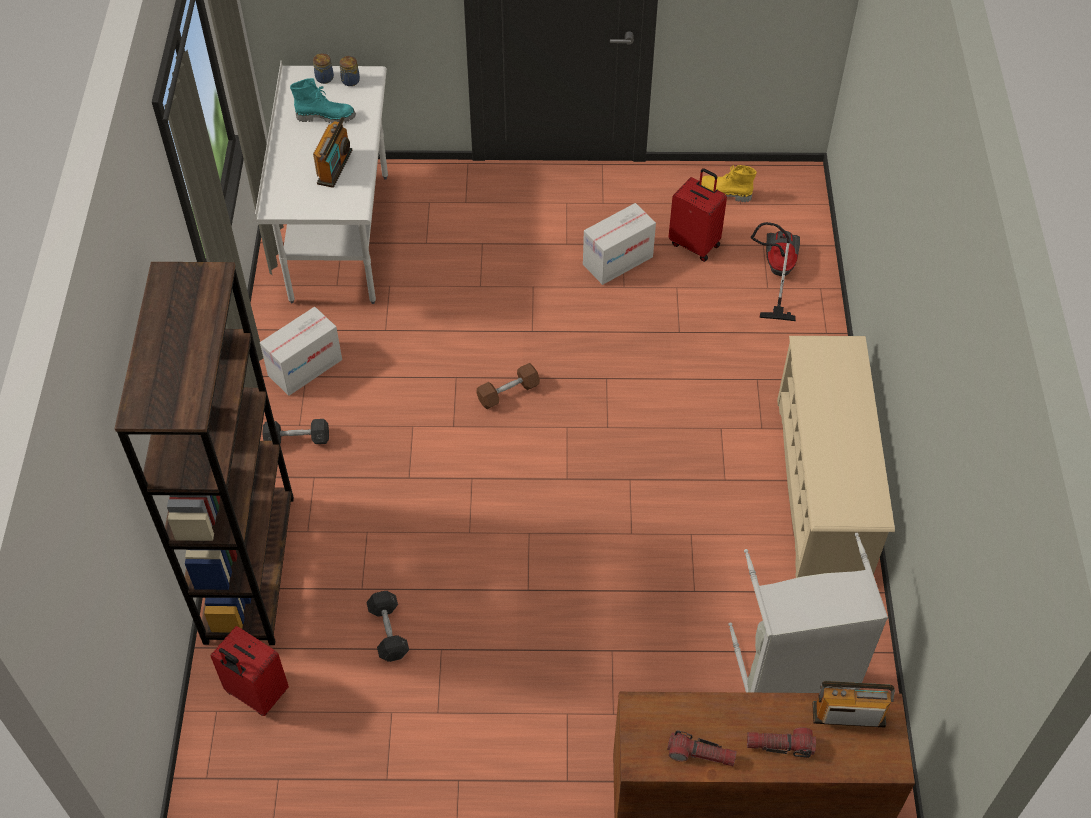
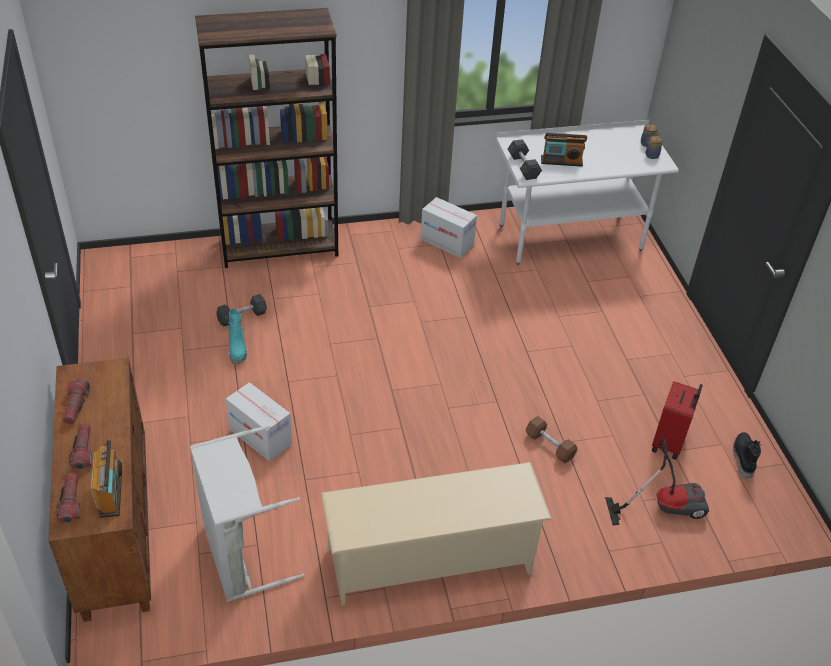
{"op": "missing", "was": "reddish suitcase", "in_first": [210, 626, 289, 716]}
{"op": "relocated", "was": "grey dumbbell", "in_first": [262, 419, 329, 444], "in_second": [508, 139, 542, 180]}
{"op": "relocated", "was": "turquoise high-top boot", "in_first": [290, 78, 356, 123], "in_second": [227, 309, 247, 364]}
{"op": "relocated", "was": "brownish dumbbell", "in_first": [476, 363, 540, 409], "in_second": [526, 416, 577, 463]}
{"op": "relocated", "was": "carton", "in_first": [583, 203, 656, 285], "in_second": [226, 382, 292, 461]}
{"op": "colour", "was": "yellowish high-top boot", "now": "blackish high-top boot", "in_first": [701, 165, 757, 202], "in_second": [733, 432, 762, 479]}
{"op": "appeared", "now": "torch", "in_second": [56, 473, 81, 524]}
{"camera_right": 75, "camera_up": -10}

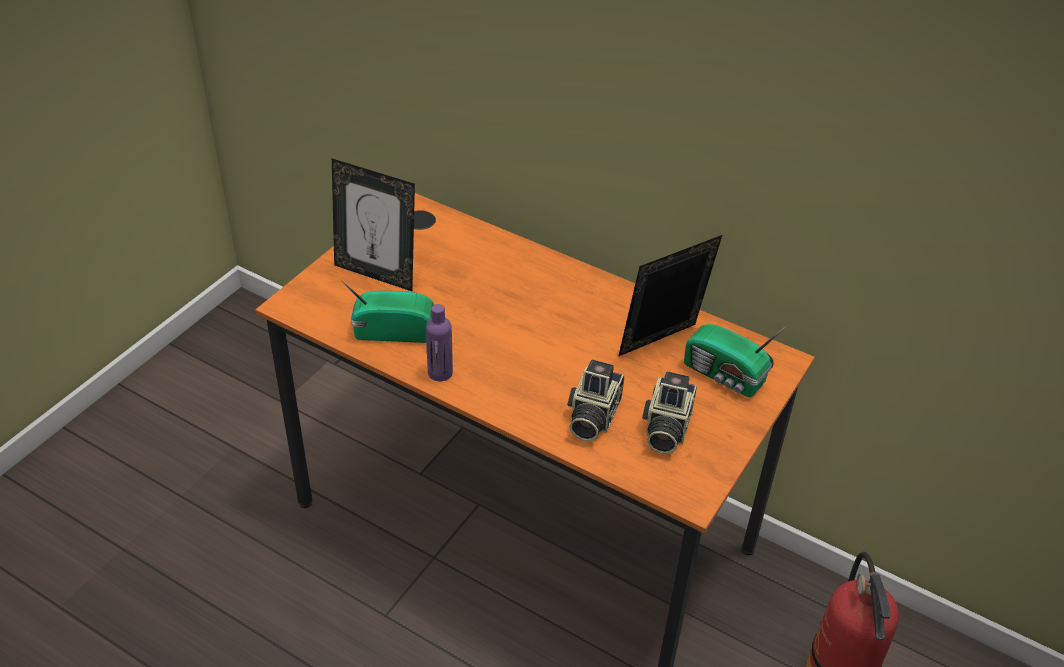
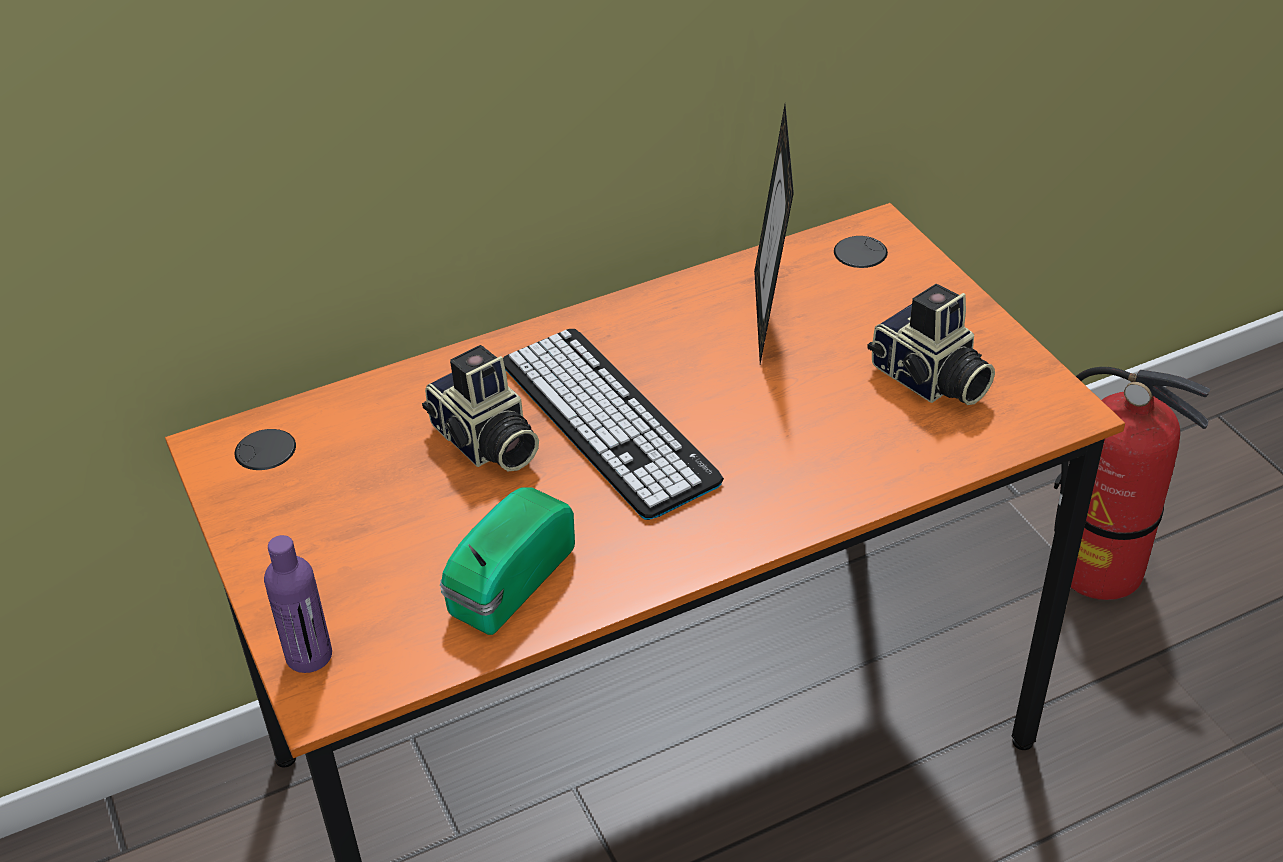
{"op": "missing", "was": "photo frame", "in_first": [332, 159, 415, 291]}
{"op": "relocated", "was": "purplish beverage bottle", "in_first": [426, 304, 453, 381], "in_second": [264, 535, 332, 673]}
{"op": "relocated", "was": "photo camera", "in_first": [567, 359, 625, 441], "in_second": [422, 345, 539, 471]}
{"op": "missing", "was": "radio receiver", "in_first": [684, 324, 787, 397]}
{"op": "appeared", "now": "computer keyboard", "in_second": [503, 329, 724, 520]}
{"camera_right": -55, "camera_up": 0}

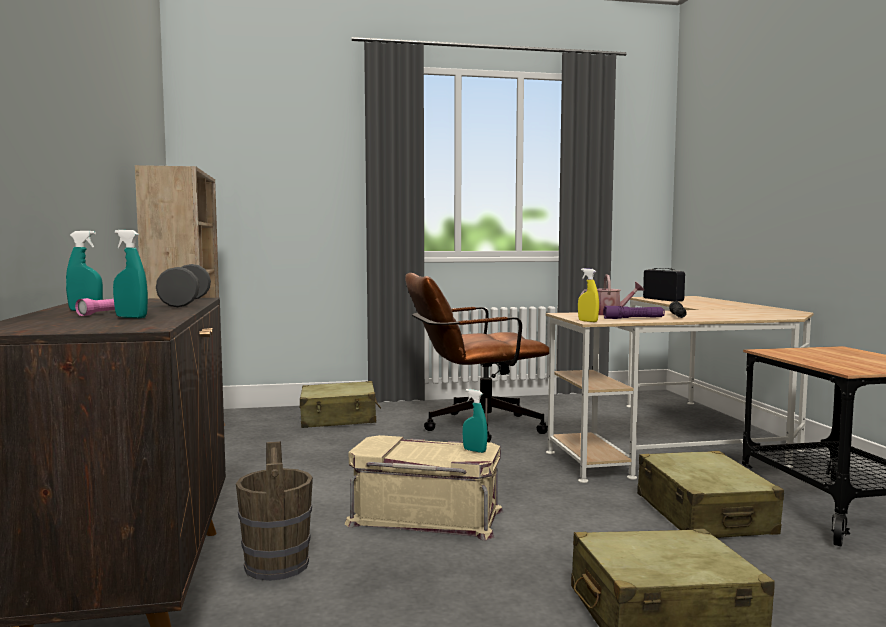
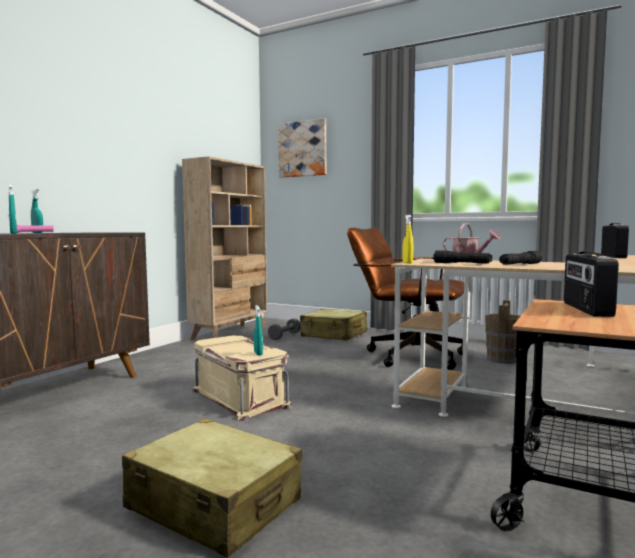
{"op": "relocated", "was": "grey dumbbell", "in_first": [156, 264, 211, 307], "in_second": [268, 318, 301, 340]}
{"op": "relocated", "was": "brownish water bucket", "in_first": [236, 441, 313, 581], "in_second": [485, 300, 520, 364]}
{"op": "colour", "was": "purplish torch", "now": "blackish torch", "in_first": [603, 306, 665, 319], "in_second": [433, 250, 492, 264]}
{"op": "missing", "was": "beige suitcase", "in_first": [637, 451, 784, 538]}
{"op": "appeared", "now": "wall picture", "in_second": [278, 118, 326, 178]}
{"op": "appeared", "now": "radio receiver", "in_second": [564, 252, 619, 317]}
{"camera_right": 40, "camera_up": 0}

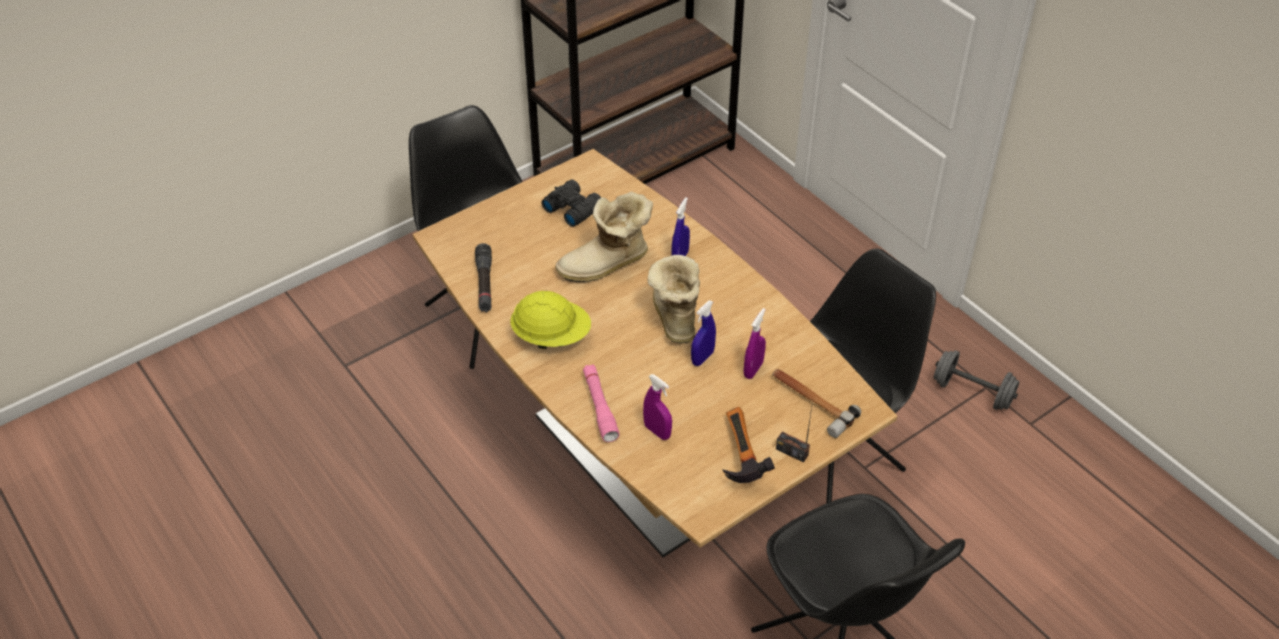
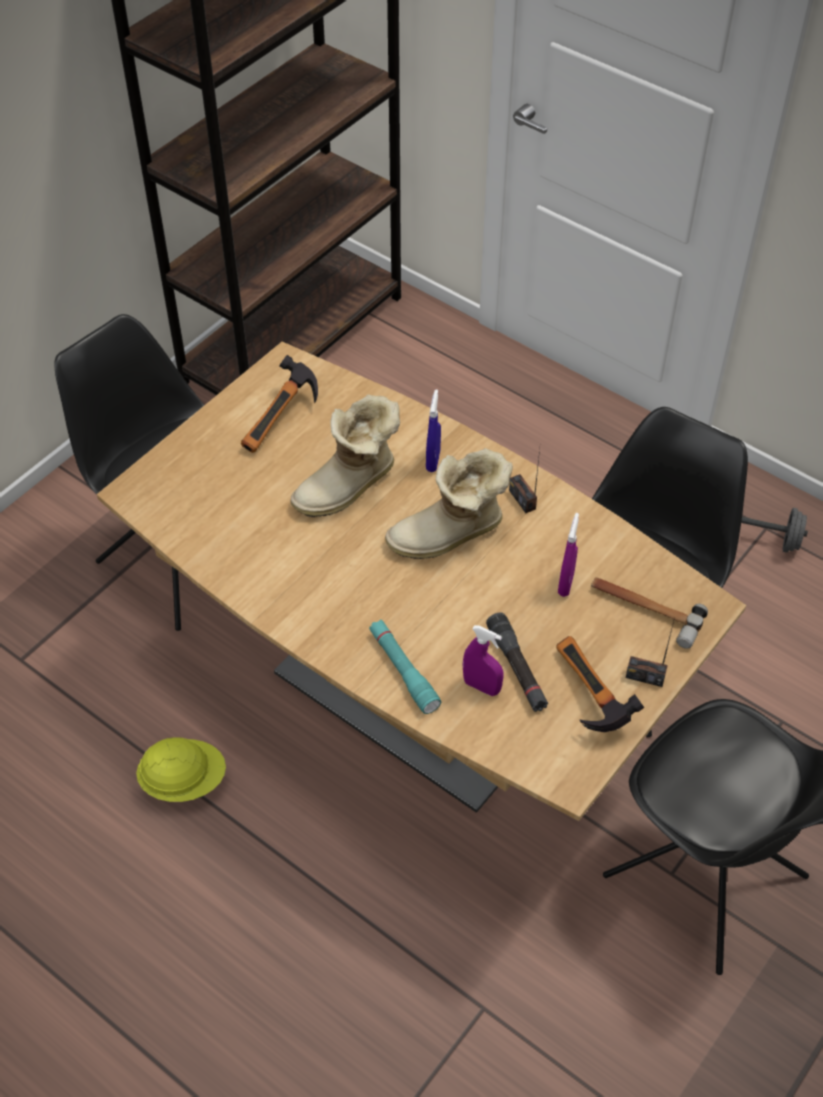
{"op": "relocated", "was": "blackish torch", "in_first": [475, 243, 492, 312], "in_second": [486, 613, 548, 712]}
{"op": "relocated", "was": "yellowish safety helmet", "in_first": [510, 291, 591, 349], "in_second": [136, 737, 226, 802]}
{"op": "exchanged", "was": "blackish binoculars", "now": "tool hammer", "in_first": [541, 179, 601, 227], "in_second": [241, 355, 318, 453]}
{"op": "colour", "was": "pink-coloured torch", "now": "turquoise torch", "in_first": [583, 364, 620, 442], "in_second": [369, 620, 441, 714]}
{"op": "spun", "was": "high-top boot", "in_first": [648, 255, 700, 344], "in_second": [385, 448, 513, 559], "clockwise": -90}
{"op": "missing", "was": "blue-coloured spray bottle", "in_first": [691, 300, 716, 366]}
{"op": "appeared", "now": "radio receiver", "in_second": [509, 449, 540, 513]}
{"camera_right": -15, "camera_up": 5}

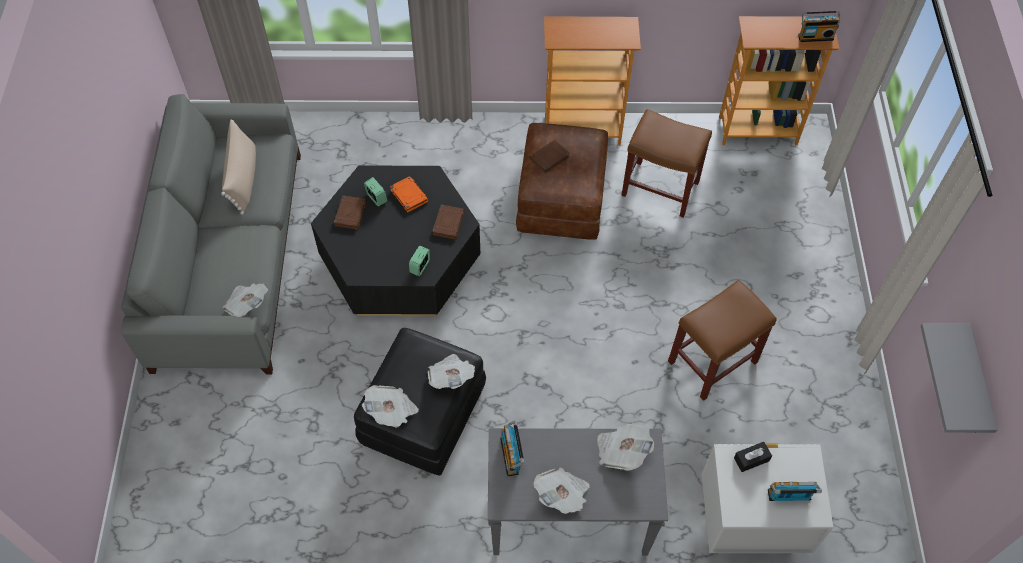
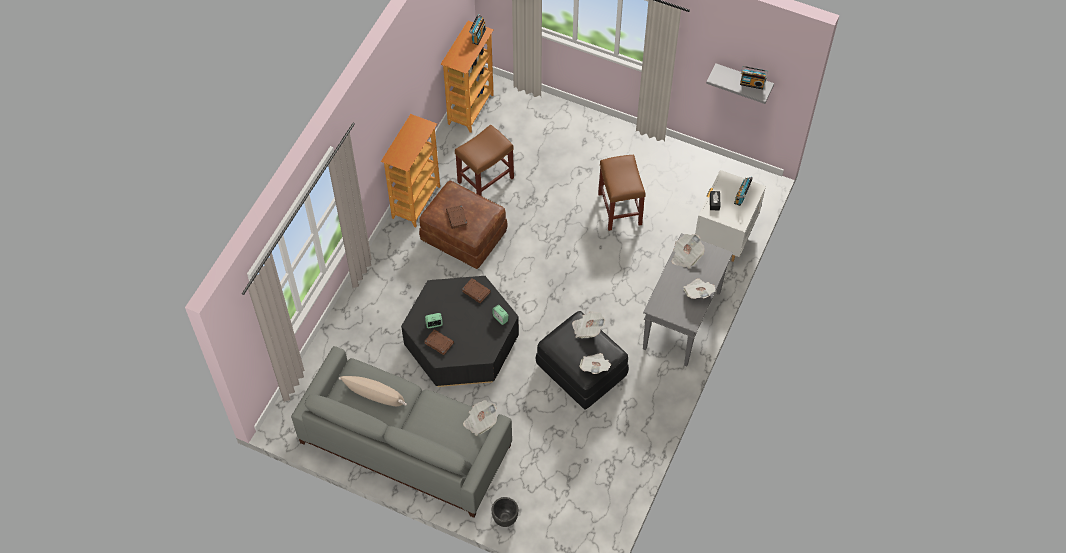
{"op": "missing", "was": "orange-coloured volume", "in_first": [390, 176, 428, 212]}
{"op": "relocated", "was": "radio receiver", "in_first": [500, 421, 524, 477], "in_second": [740, 66, 768, 89]}
{"op": "appeared", "now": "blackish plant pot", "in_second": [492, 497, 518, 527]}
{"camera_right": -65, "camera_up": 0}

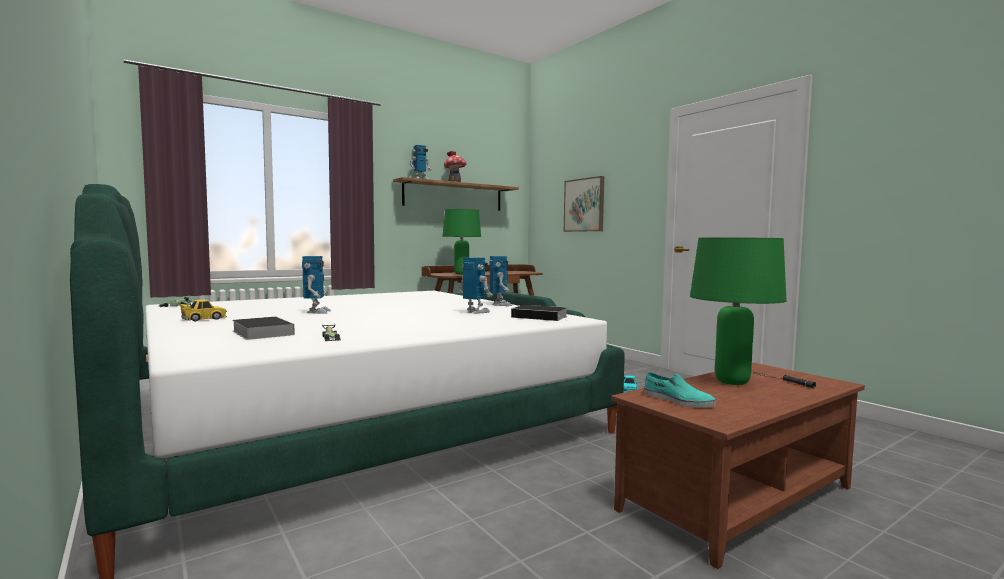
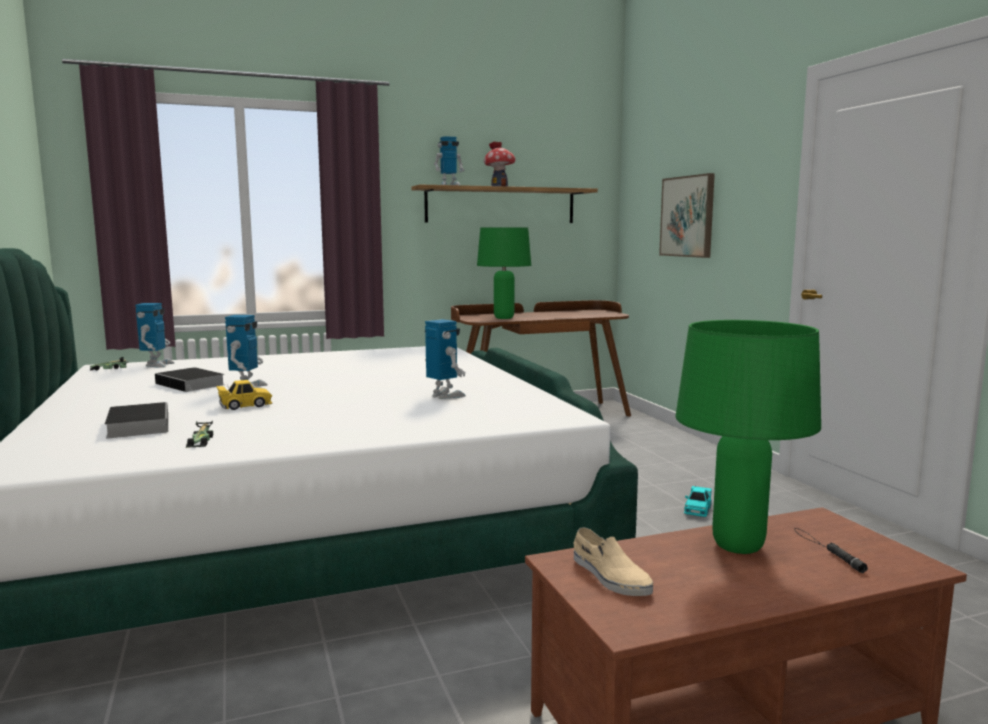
{"op": "relocated", "was": "yellowish toy car", "in_first": [179, 299, 227, 321], "in_second": [216, 380, 272, 410]}
{"op": "relocated", "was": "model robot", "in_first": [489, 256, 512, 306], "in_second": [135, 303, 175, 368]}
{"op": "relocated", "was": "volume", "in_first": [511, 305, 568, 321], "in_second": [155, 367, 225, 392]}
{"op": "colour", "was": "turquoise item of footwear", "now": "beige item of footwear", "in_first": [645, 372, 716, 408], "in_second": [574, 527, 653, 596]}
{"camera_right": 15, "camera_up": 5}

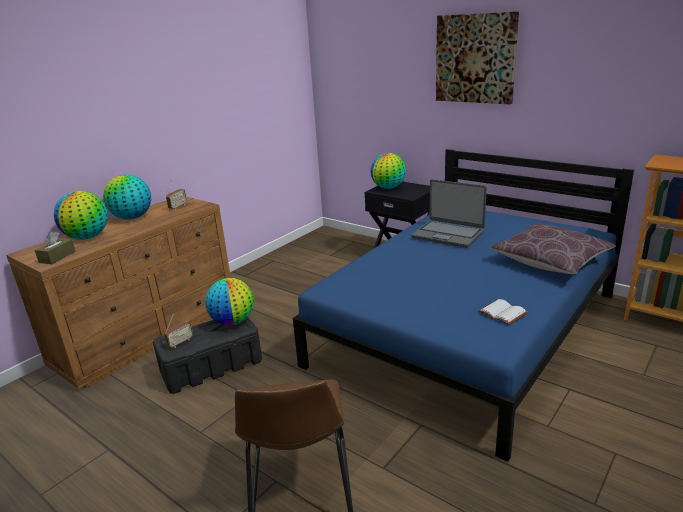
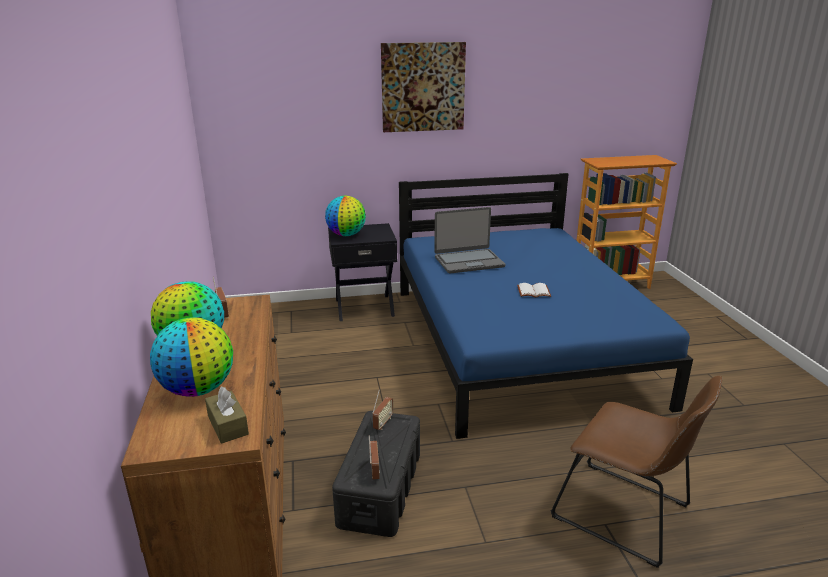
{"op": "exchanged", "was": "world globe", "now": "radio receiver", "in_first": [205, 278, 253, 326], "in_second": [372, 389, 393, 430]}
{"op": "relocated", "was": "white volume", "in_first": [478, 299, 528, 325], "in_second": [517, 283, 551, 298]}
{"op": "missing", "was": "brownish cushion", "in_first": [490, 223, 616, 274]}
{"camera_right": -50, "camera_up": 0}

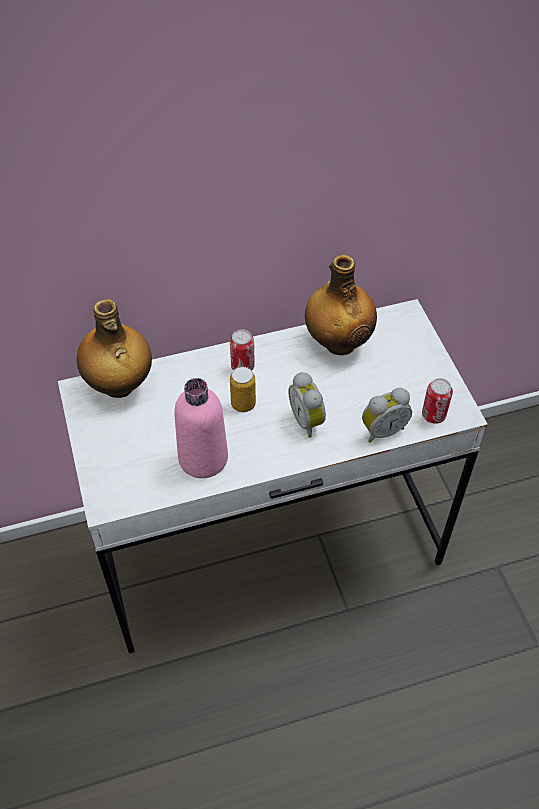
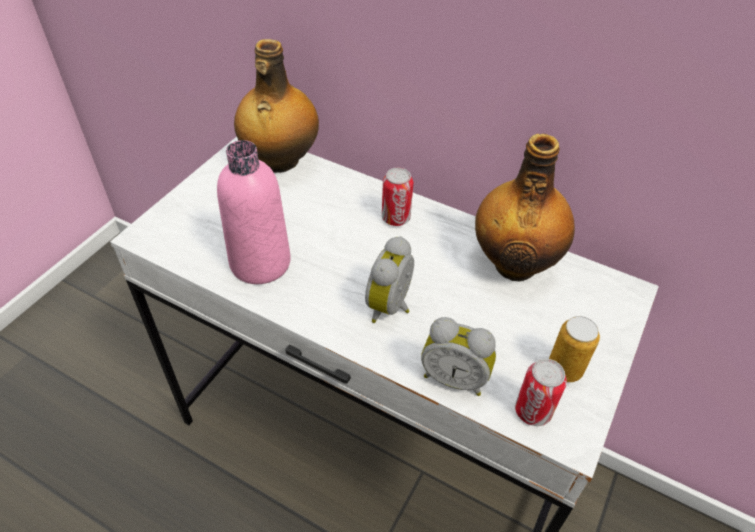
{"op": "relocated", "was": "metal can", "in_first": [230, 367, 256, 412], "in_second": [549, 316, 600, 382]}
{"camera_right": 45, "camera_up": -5}

